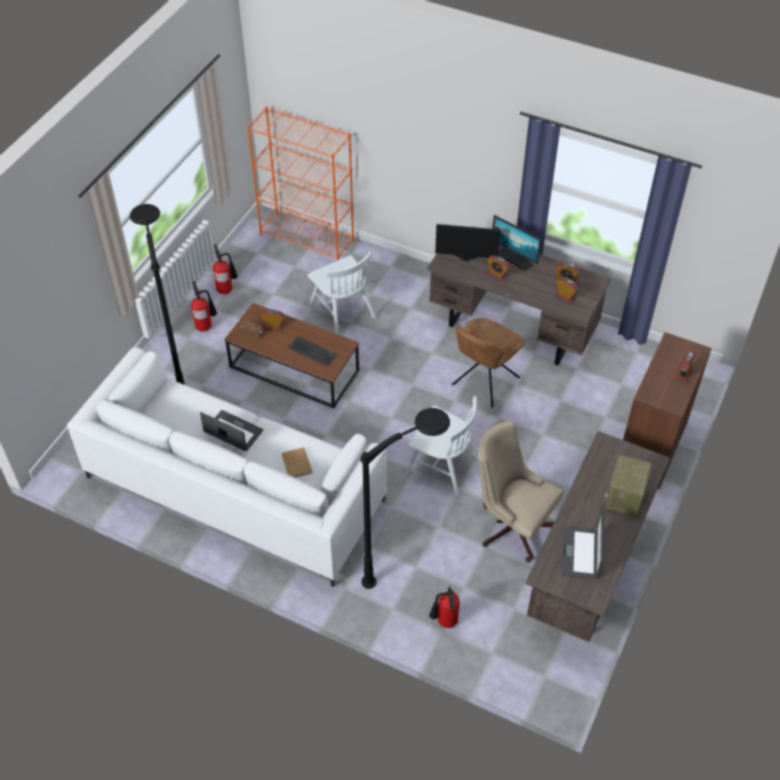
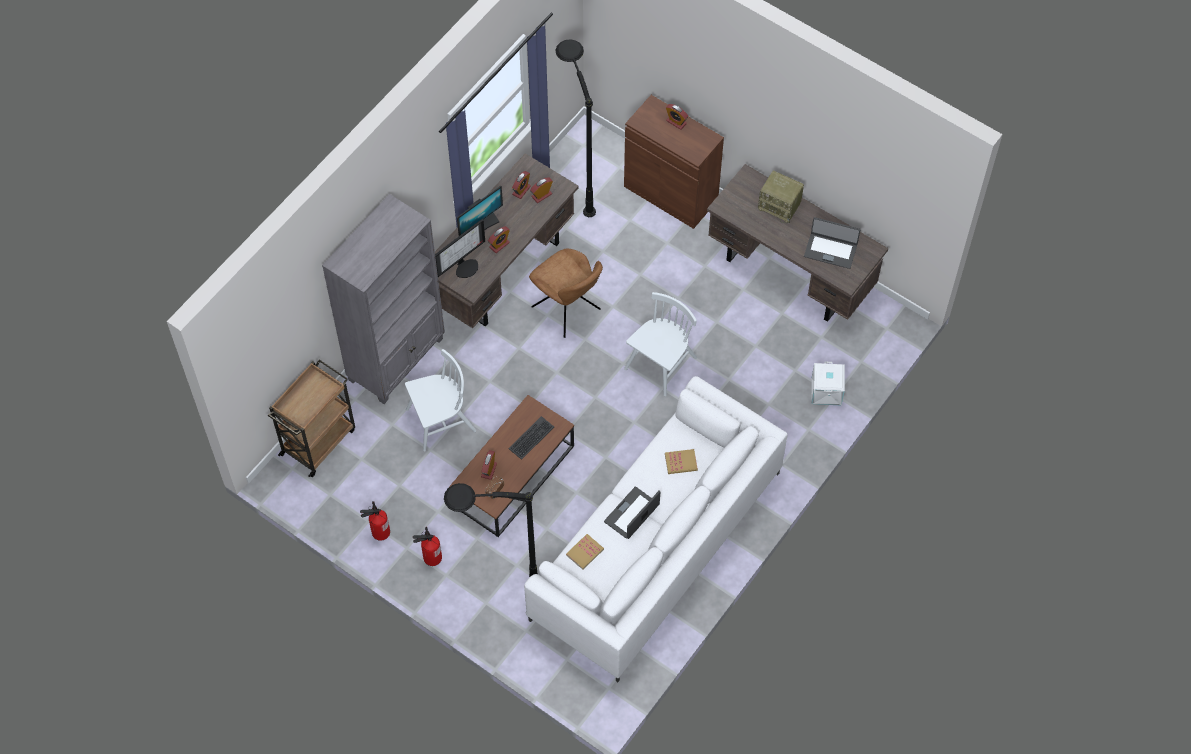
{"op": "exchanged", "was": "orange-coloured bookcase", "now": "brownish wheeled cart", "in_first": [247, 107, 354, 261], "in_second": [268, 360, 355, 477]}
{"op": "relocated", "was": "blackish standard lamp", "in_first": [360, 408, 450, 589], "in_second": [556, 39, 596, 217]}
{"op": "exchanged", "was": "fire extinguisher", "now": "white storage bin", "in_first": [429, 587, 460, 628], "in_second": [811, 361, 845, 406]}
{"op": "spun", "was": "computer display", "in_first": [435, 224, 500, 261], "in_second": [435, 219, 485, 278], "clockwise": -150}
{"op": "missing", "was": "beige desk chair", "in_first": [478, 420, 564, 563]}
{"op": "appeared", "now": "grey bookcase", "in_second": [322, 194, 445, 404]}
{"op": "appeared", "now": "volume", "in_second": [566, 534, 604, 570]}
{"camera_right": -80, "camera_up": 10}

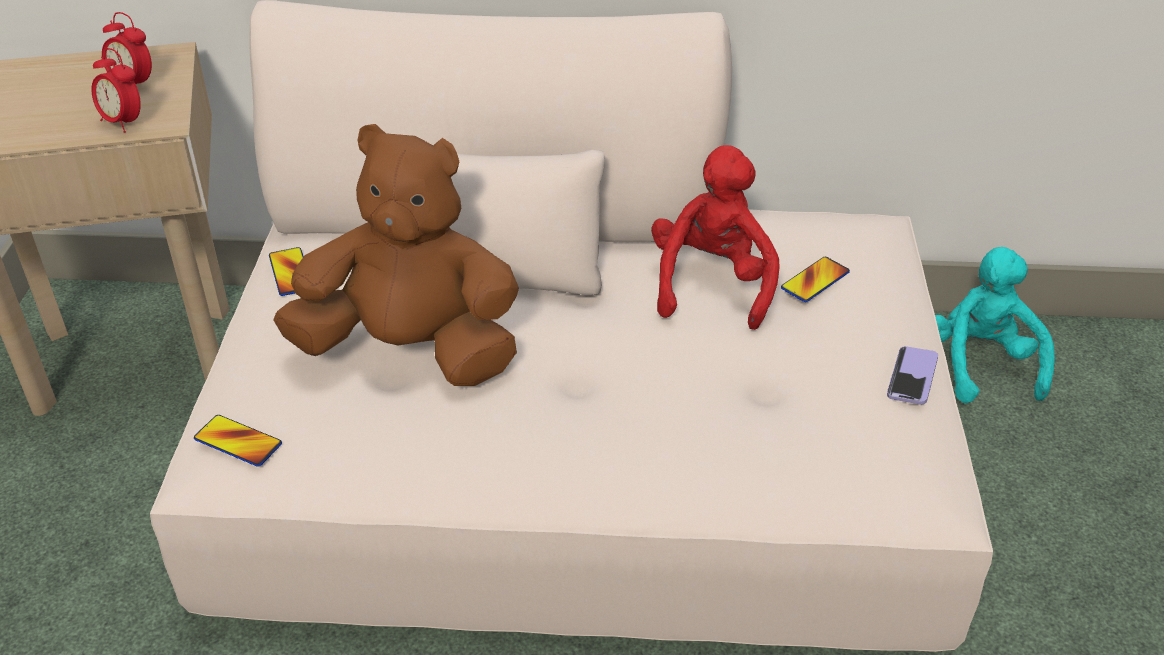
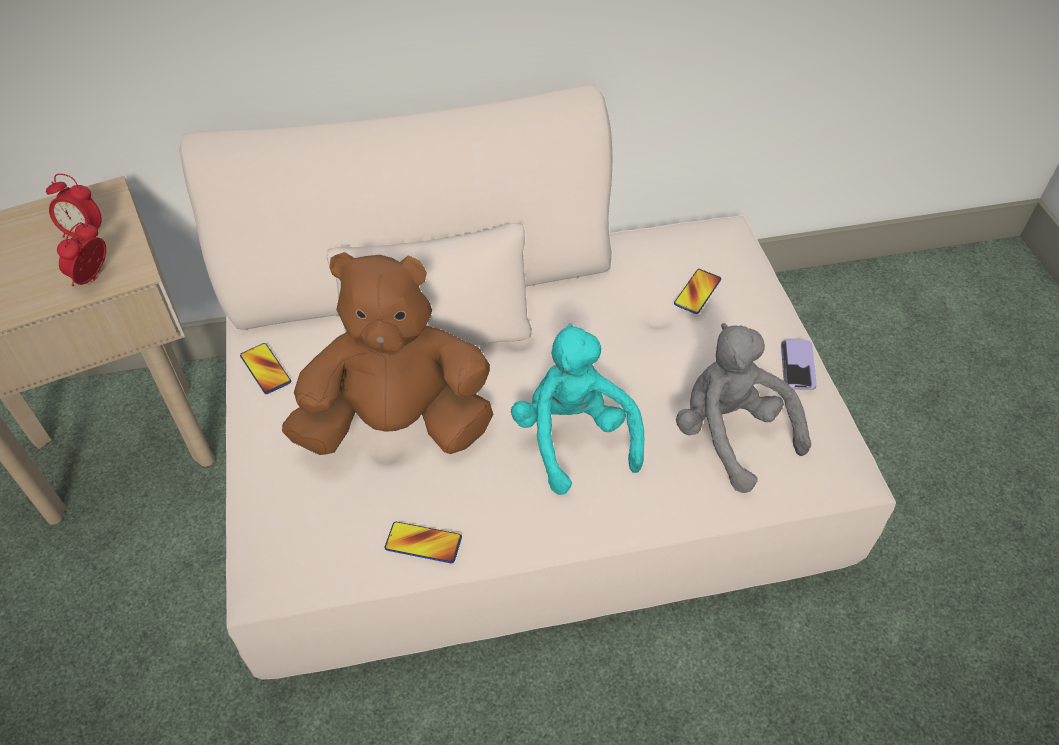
{"op": "spun", "was": "bedside clock", "in_first": [91, 48, 141, 133], "in_second": [57, 222, 106, 286], "clockwise": 90}
{"op": "relocated", "was": "phone", "in_first": [194, 415, 282, 467], "in_second": [385, 522, 462, 563]}
{"op": "missing", "was": "reddish soft toy", "in_first": [651, 145, 780, 330]}
{"op": "relocated", "was": "turquoise soft toy", "in_first": [935, 247, 1055, 403], "in_second": [511, 323, 644, 495]}
{"op": "appeared", "now": "grey soft toy", "in_second": [676, 323, 811, 493]}
{"camera_right": -15, "camera_up": 10}

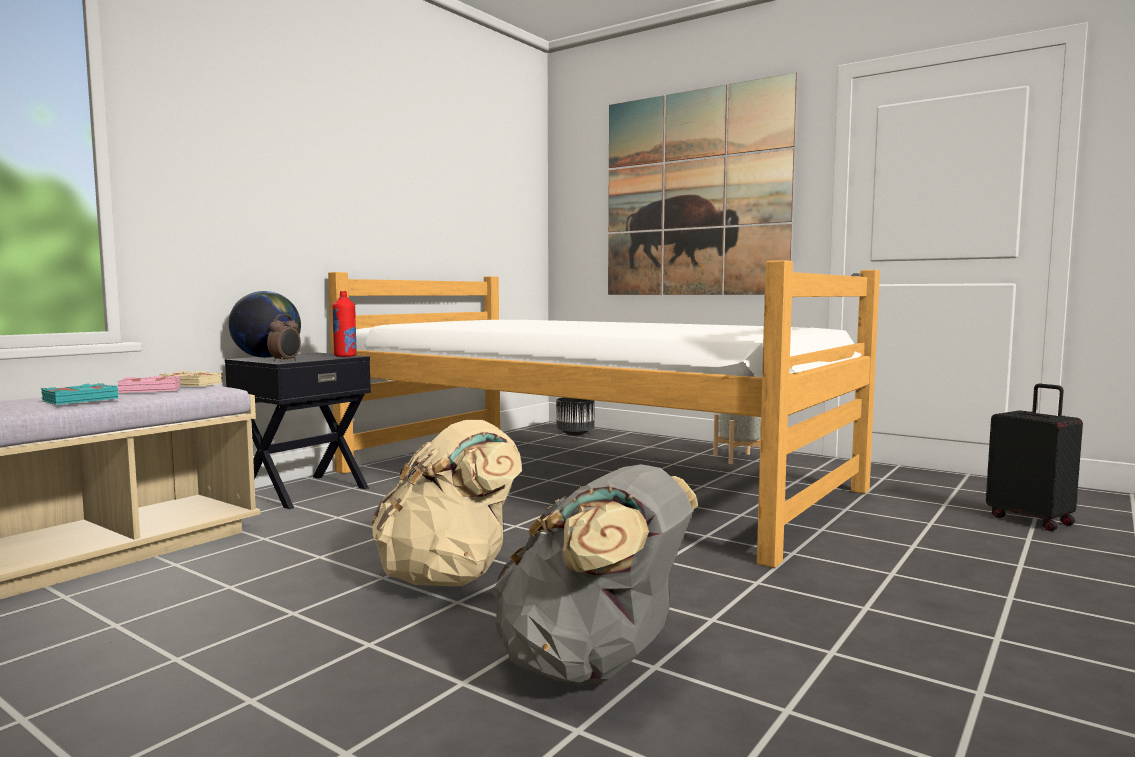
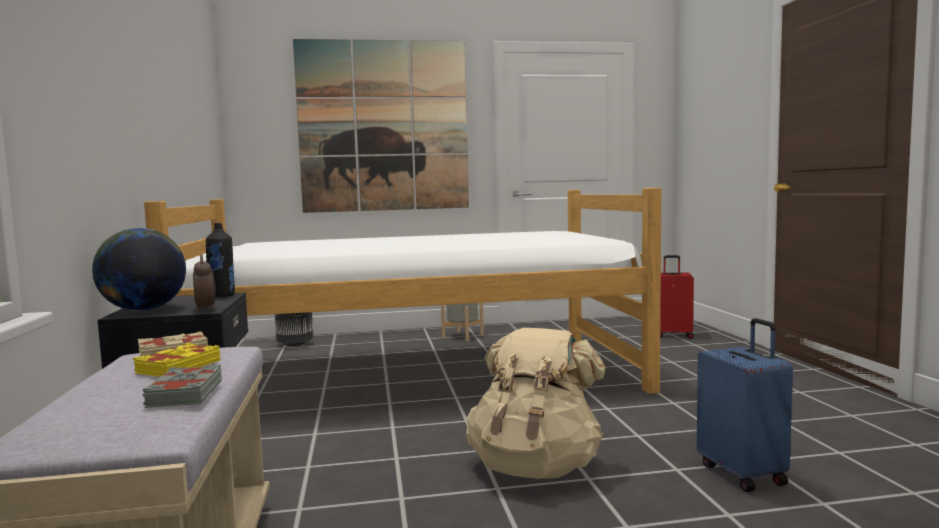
{"op": "colour", "was": "turquoise volume", "now": "grey volume", "in_first": [41, 383, 118, 405], "in_second": [142, 364, 222, 408]}
{"op": "colour", "was": "pink-coloured volume", "now": "yellowish volume", "in_first": [118, 375, 180, 393], "in_second": [133, 343, 220, 377]}
{"op": "colour", "was": "reddish beverage bottle", "now": "blackish beverage bottle", "in_first": [332, 291, 357, 357], "in_second": [206, 223, 235, 297]}
{"op": "exchanged", "was": "grey backpack", "now": "blue-coloured suitcase", "in_first": [492, 464, 698, 686], "in_second": [697, 318, 793, 492]}
{"op": "colour", "was": "blackish suitcase", "now": "reddish suitcase", "in_first": [986, 383, 1083, 531], "in_second": [660, 255, 694, 339]}
{"camera_right": -45, "camera_up": 0}

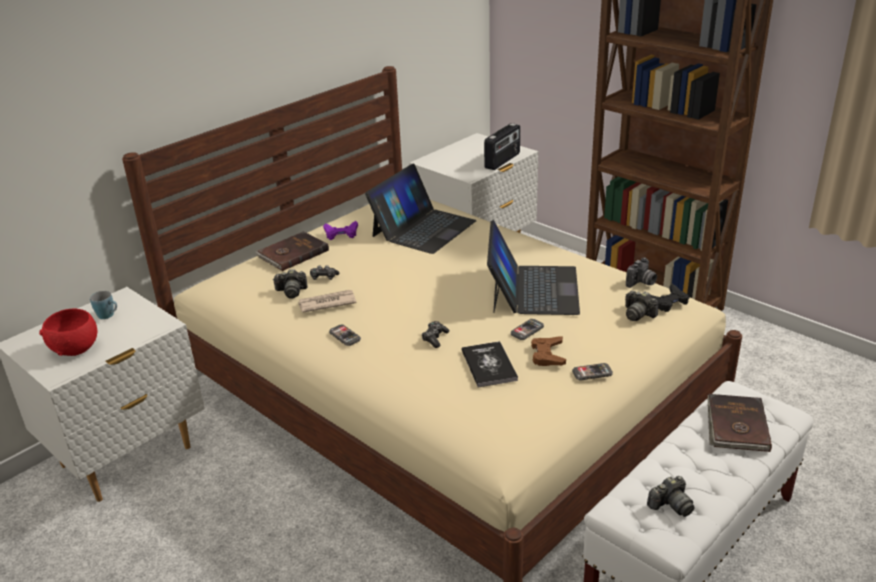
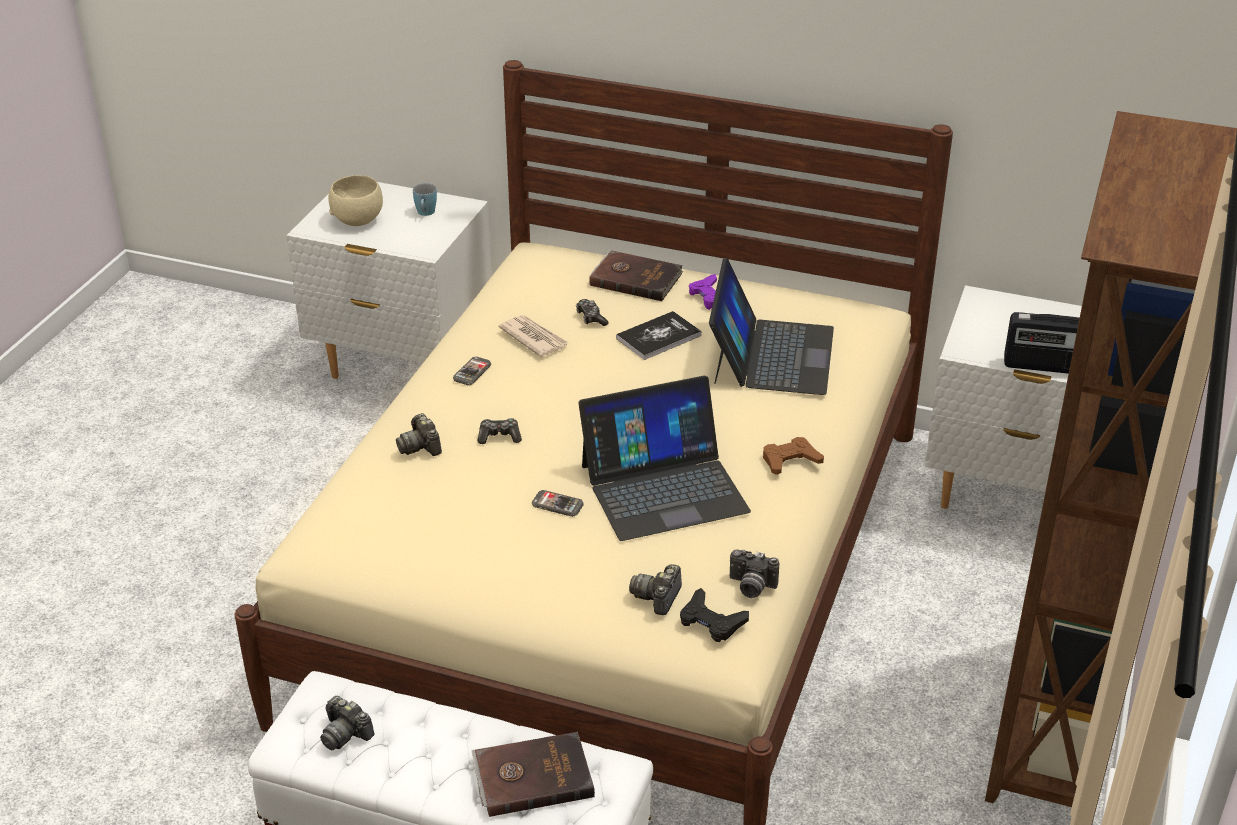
{"op": "colour", "was": "reddish serving bowl", "now": "beige serving bowl", "in_first": [39, 309, 97, 356], "in_second": [329, 175, 383, 226]}
{"op": "relocated", "was": "photo camera", "in_first": [273, 269, 308, 298], "in_second": [396, 413, 442, 456]}
{"op": "spun", "was": "notebook computer", "in_first": [365, 164, 477, 254], "in_second": [709, 258, 834, 395], "clockwise": -90}
{"op": "relocated", "was": "volume", "in_first": [462, 341, 518, 388], "in_second": [616, 311, 702, 360]}
{"op": "relocated", "was": "brownish joypad", "in_first": [531, 337, 566, 366], "in_second": [763, 437, 824, 475]}
{"op": "missing", "was": "phone", "in_first": [572, 363, 613, 381]}
{"camera_right": 65, "camera_up": 5}

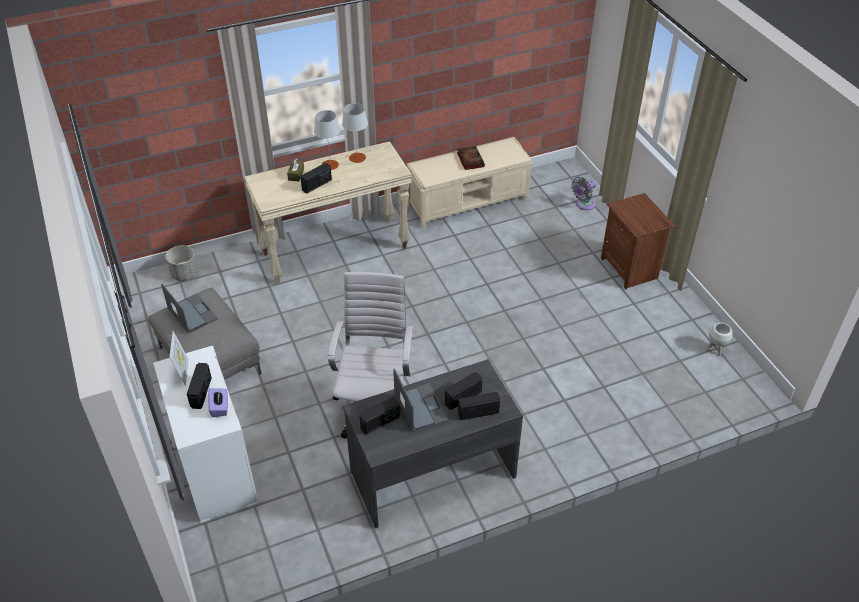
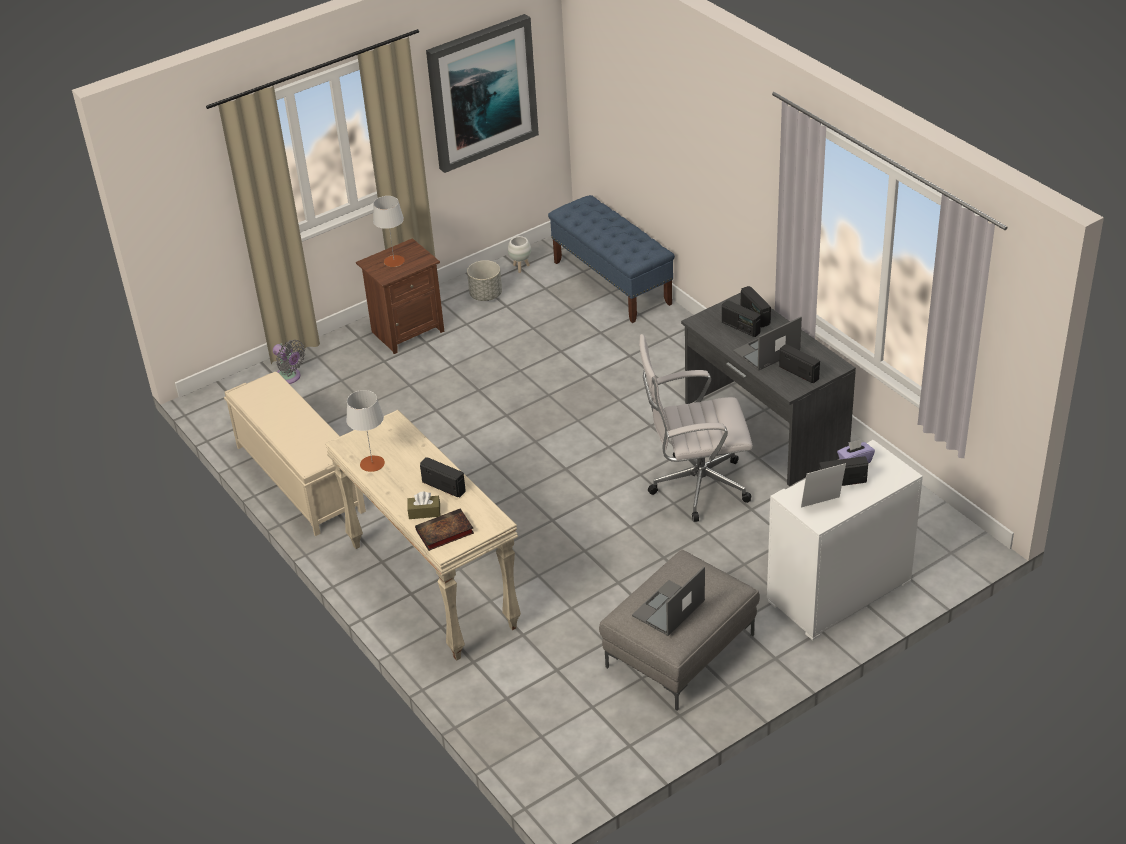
{"op": "relocated", "was": "grey plant pot", "in_first": [166, 245, 198, 281], "in_second": [467, 260, 502, 301]}
{"op": "relocated", "was": "grey lamp for a table", "in_first": [314, 110, 340, 170], "in_second": [373, 196, 405, 267]}
{"op": "relocated", "was": "volume", "in_first": [457, 146, 485, 170], "in_second": [415, 508, 474, 551]}
{"op": "appeared", "now": "wall picture", "in_second": [426, 14, 539, 173]}
{"op": "appeared", "now": "blue-coloured bench", "in_second": [548, 195, 675, 323]}
{"camera_right": -100, "camera_up": -5}

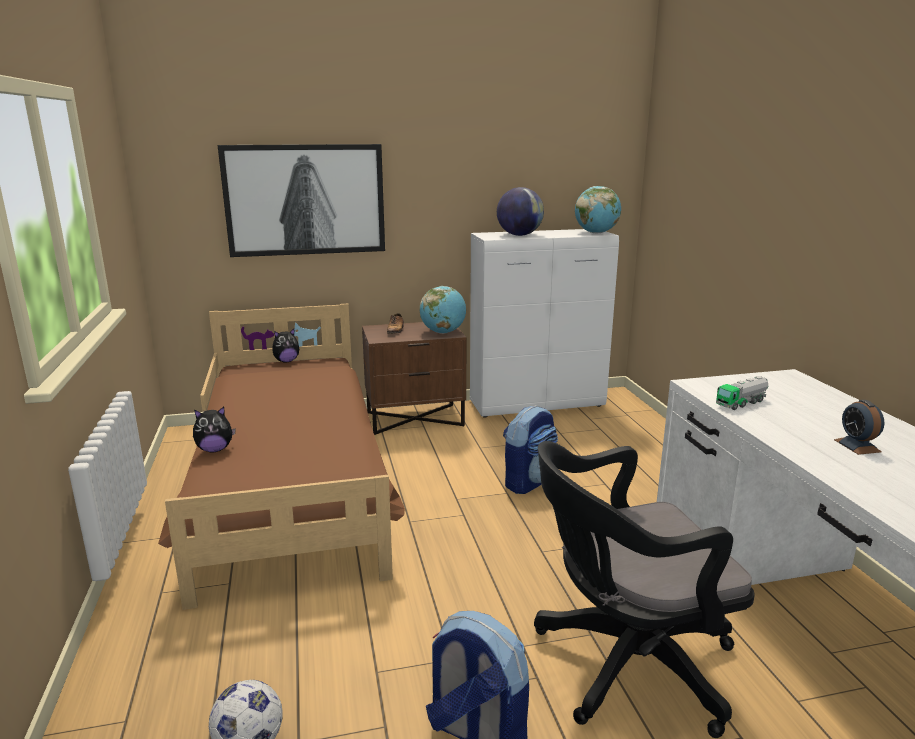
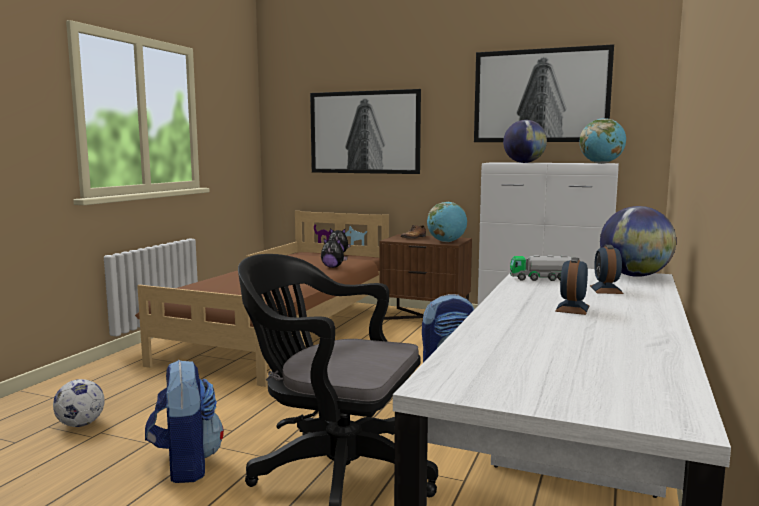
{"op": "relocated", "was": "soft toy", "in_first": [193, 407, 236, 452], "in_second": [321, 238, 348, 268]}
{"op": "appeared", "now": "wall picture", "in_second": [474, 44, 614, 142]}
{"op": "appeared", "now": "bedside clock", "in_second": [590, 245, 624, 294]}
{"op": "appeared", "now": "world globe", "in_second": [600, 206, 676, 277]}
{"camera_right": 35, "camera_up": -10}

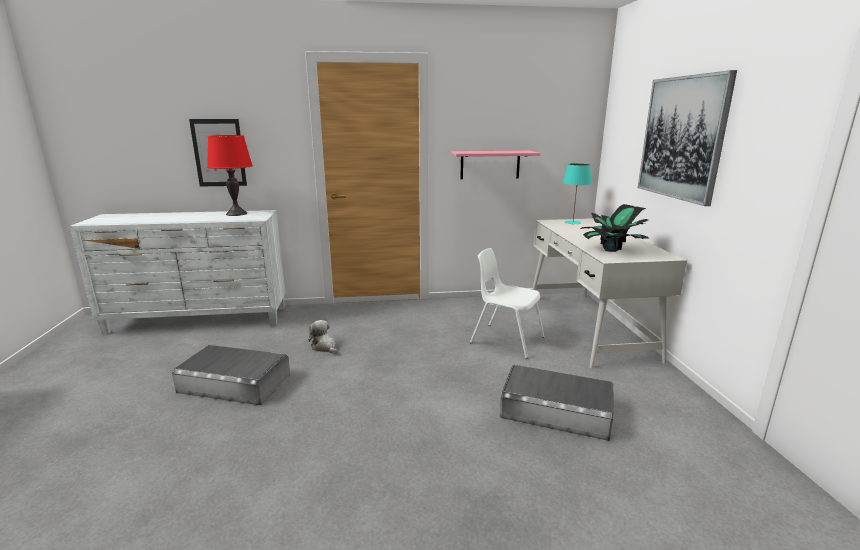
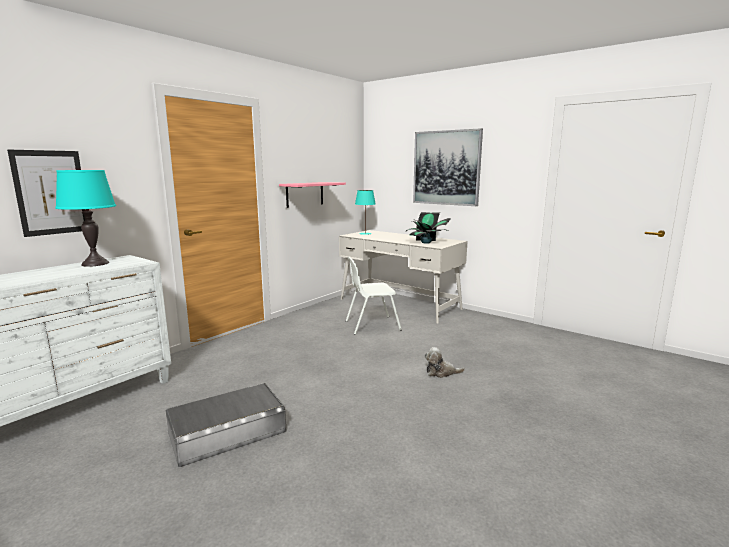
{"op": "colour", "was": "reddish lamp for a table", "now": "turquoise lamp for a table", "in_first": [207, 135, 253, 216], "in_second": [55, 170, 116, 267]}
{"op": "relocated", "was": "soft toy", "in_first": [308, 320, 337, 354], "in_second": [425, 347, 465, 378]}
{"op": "missing", "was": "grey storage bin", "in_first": [500, 365, 614, 441]}
{"camera_right": -45, "camera_up": -5}

